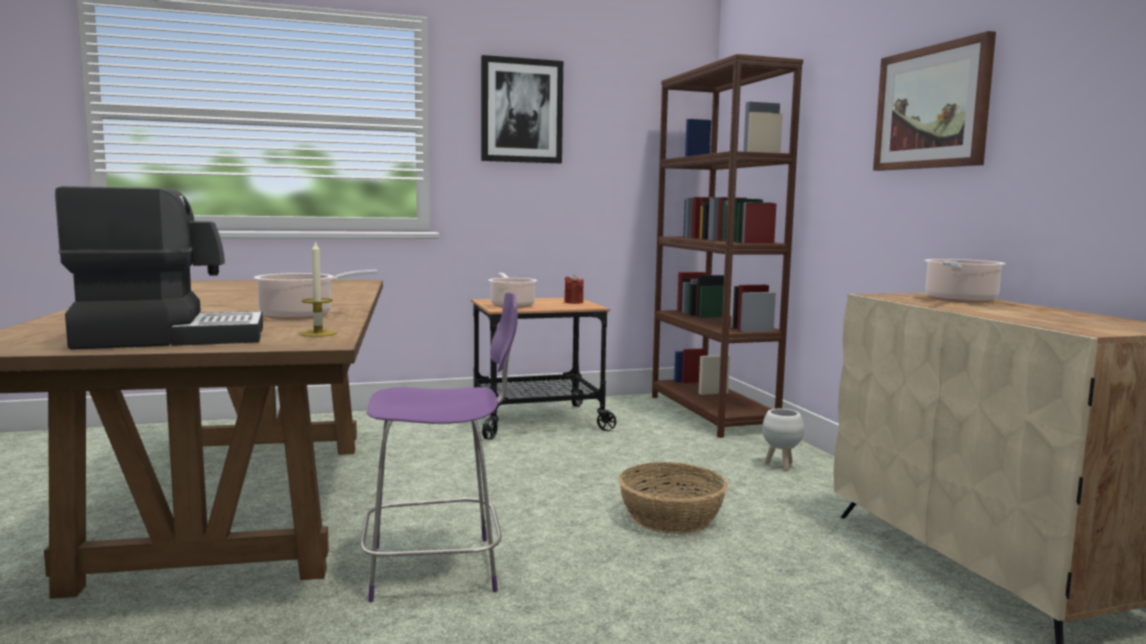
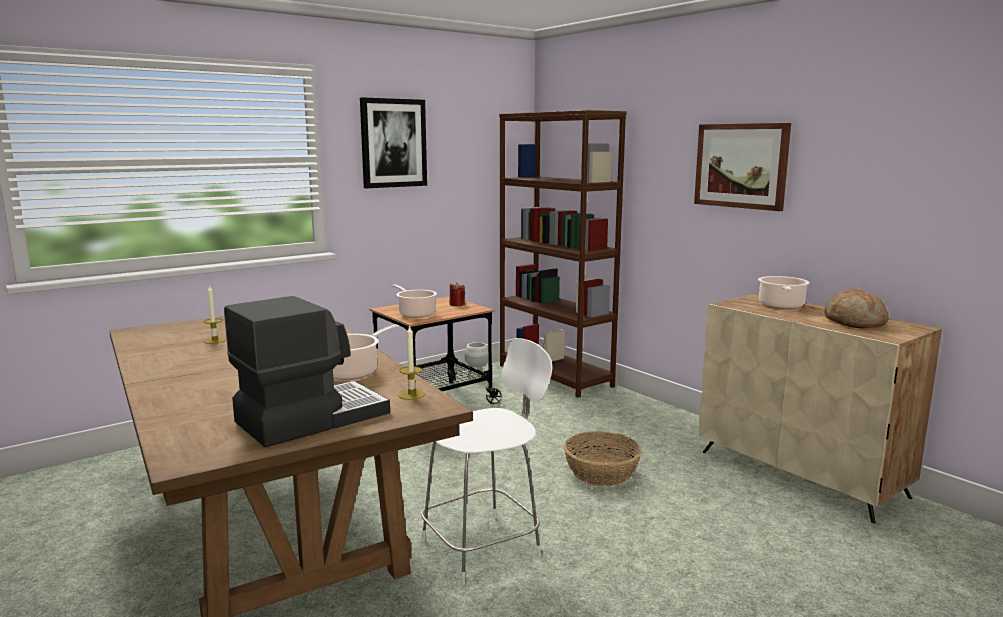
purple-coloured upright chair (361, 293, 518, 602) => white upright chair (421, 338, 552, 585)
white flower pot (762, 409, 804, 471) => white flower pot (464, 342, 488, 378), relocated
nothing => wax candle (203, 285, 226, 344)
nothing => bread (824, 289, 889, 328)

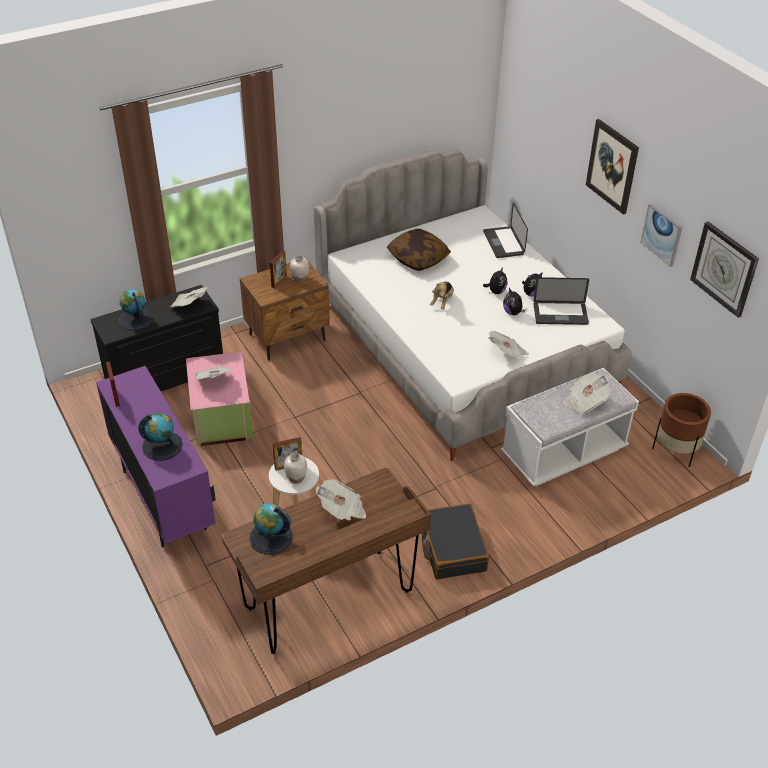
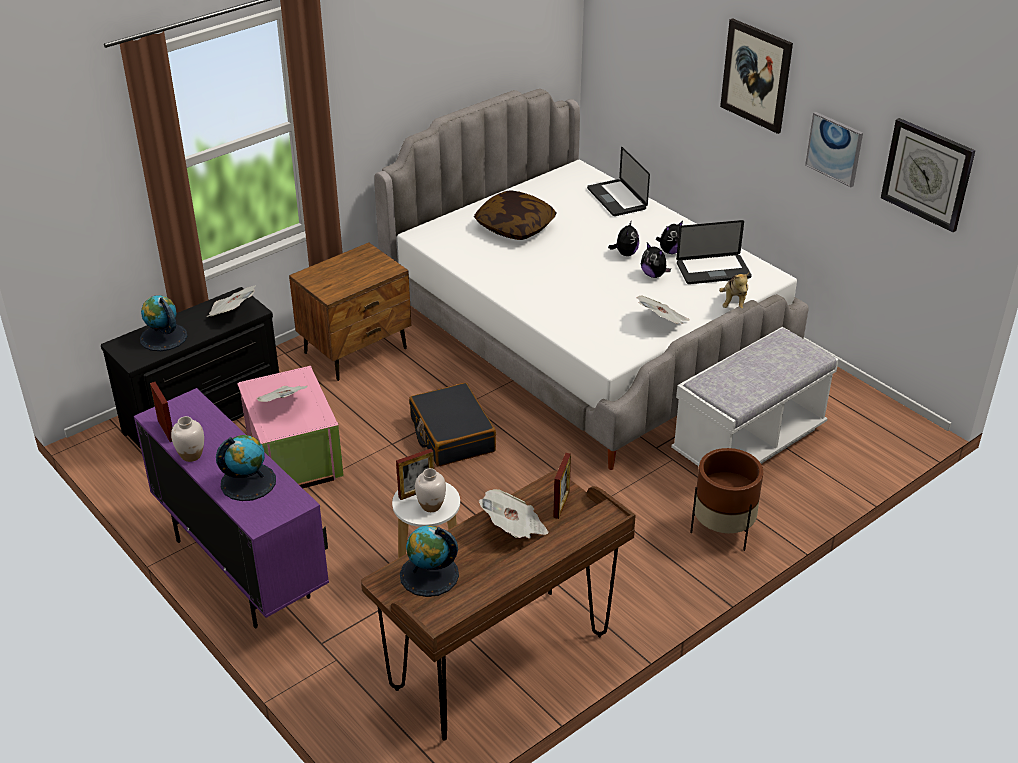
picture frame (270, 250, 287, 288) => picture frame (553, 453, 571, 519), relocated
white vase (290, 255, 309, 283) => white vase (171, 416, 204, 462), relocated
plush toy (430, 281, 454, 309) => plush toy (719, 271, 750, 308), relocated
daily paper (563, 373, 610, 414) => nothing
brown flower pot (652, 393, 711, 467) => brown flower pot (690, 448, 763, 551), relocated
black-coloured piece of luggage (422, 503, 489, 580) => black-coloured piece of luggage (409, 383, 496, 467), relocated

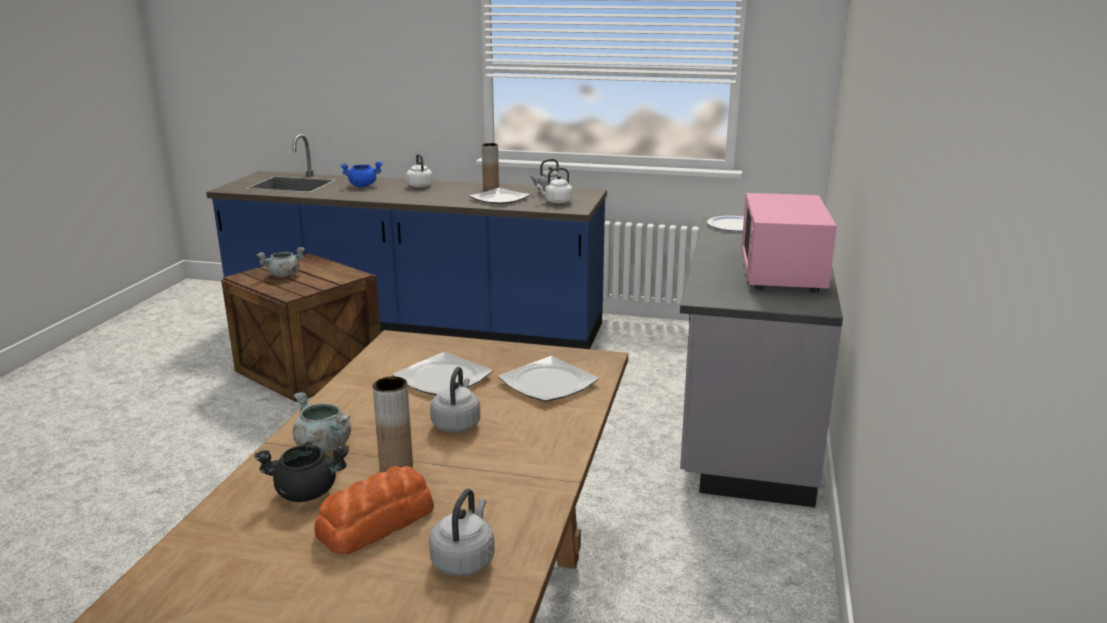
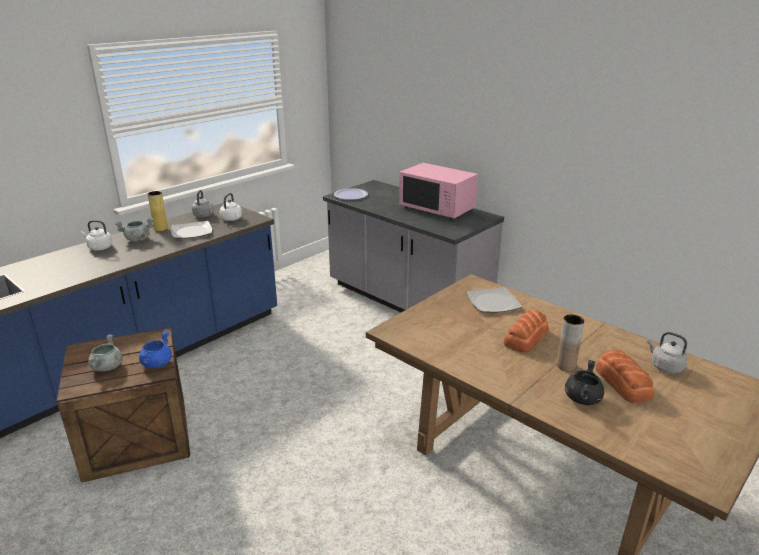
brown vase (482, 143, 499, 191) => yellowish vase (148, 191, 168, 231)
blue-coloured saucepot (341, 162, 383, 187) => blue-coloured saucepot (139, 331, 172, 368), relocated
plate (393, 352, 493, 395) => nothing
grey water kettle (430, 367, 480, 433) => bread (504, 310, 549, 352)
grey saucepot (292, 392, 351, 452) => grey saucepot (115, 218, 154, 242), relocated

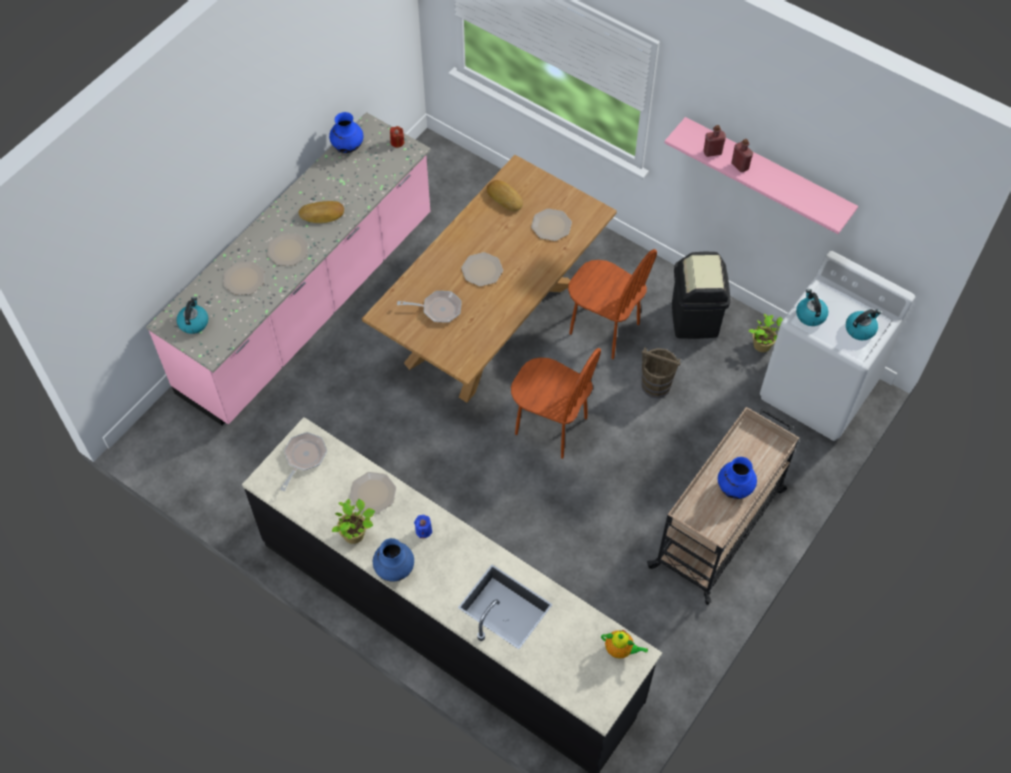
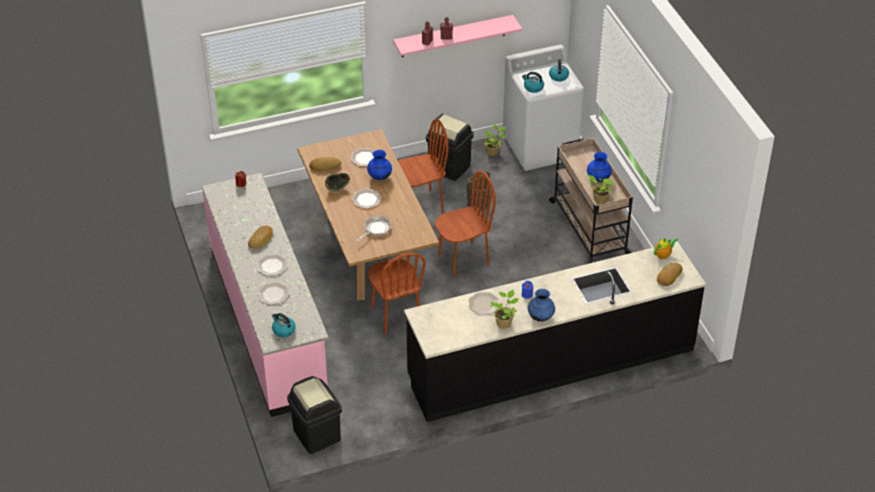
blue-coloured vase (329, 112, 364, 153) => blue-coloured vase (367, 150, 392, 180), relocated
frying pan (280, 432, 327, 491) => nothing
nothing => bowl (325, 173, 350, 192)
nothing => plant in a pot (587, 175, 615, 204)
nothing => brown upright chair (368, 253, 426, 335)
nothing => bread (657, 263, 682, 286)
nothing => black-coloured trash can (287, 376, 342, 454)

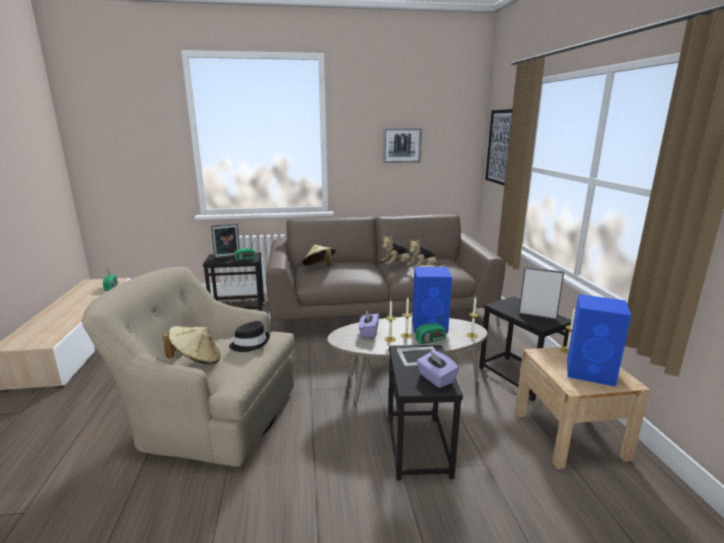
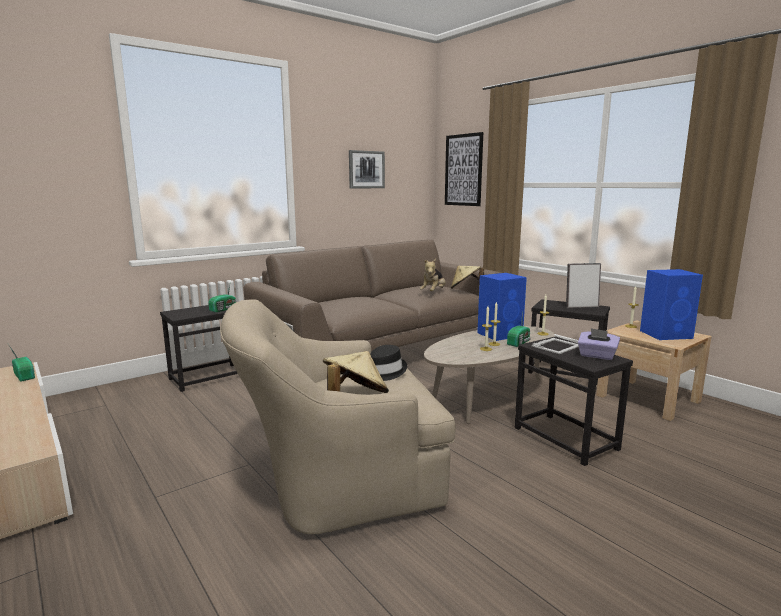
picture frame (211, 223, 240, 259) => nothing
plush toy (382, 236, 413, 264) => nothing
beige hat (302, 245, 335, 266) => beige hat (451, 266, 484, 289), relocated
purple-coloured box of tissues (359, 310, 379, 338) => nothing

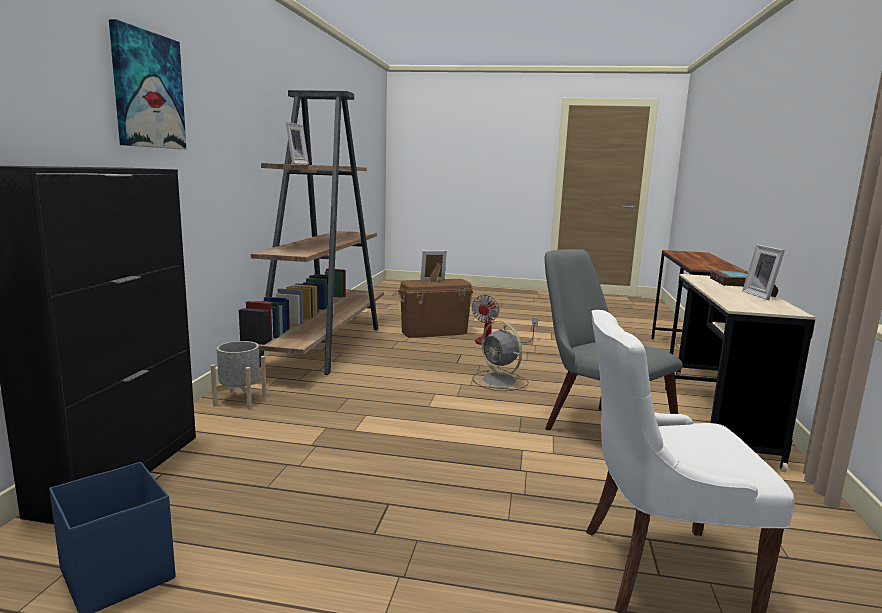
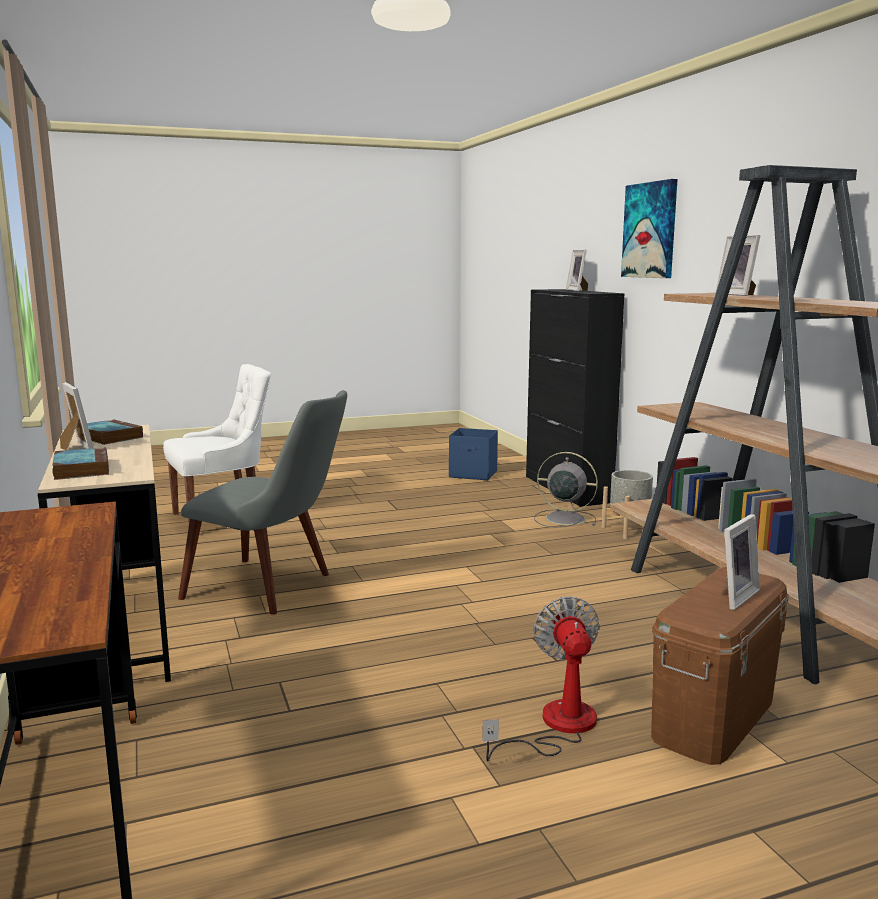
grey fan (473, 321, 529, 391) => grey fan (534, 452, 598, 527), relocated
nothing => picture frame (566, 250, 588, 291)
nothing => book (87, 419, 143, 445)

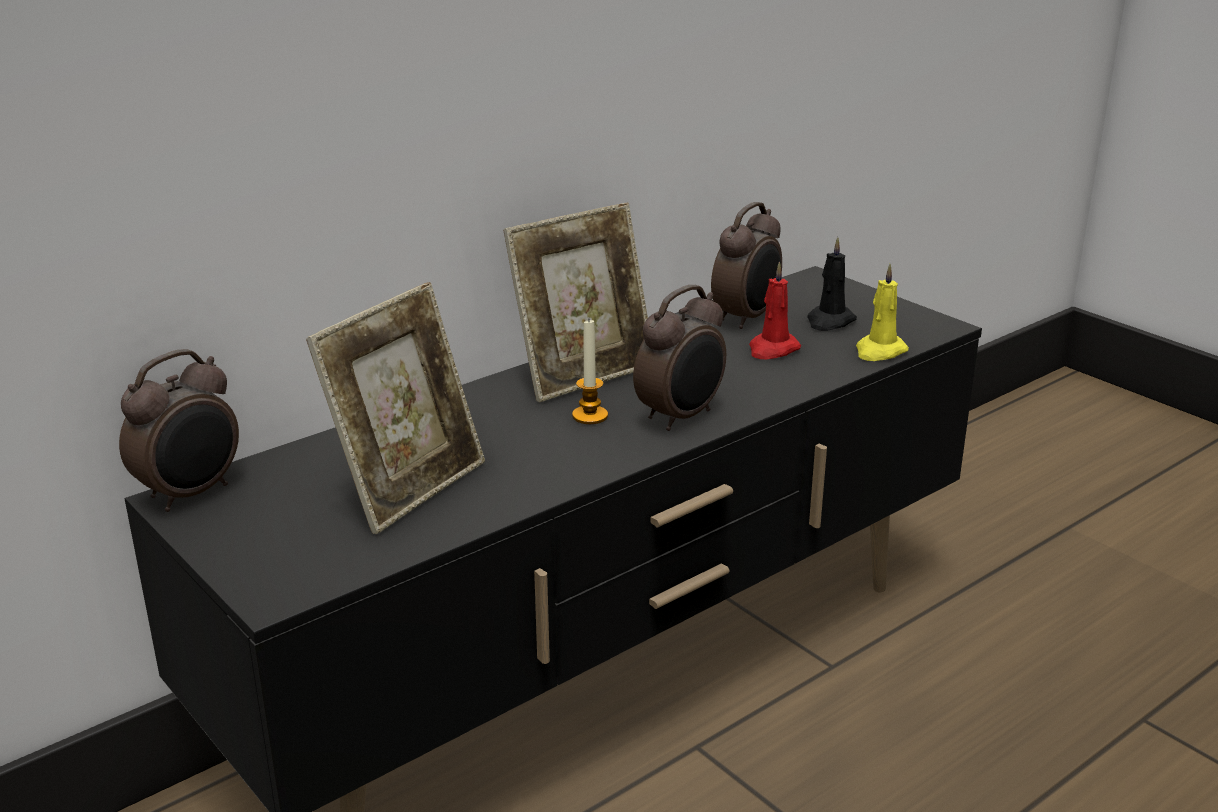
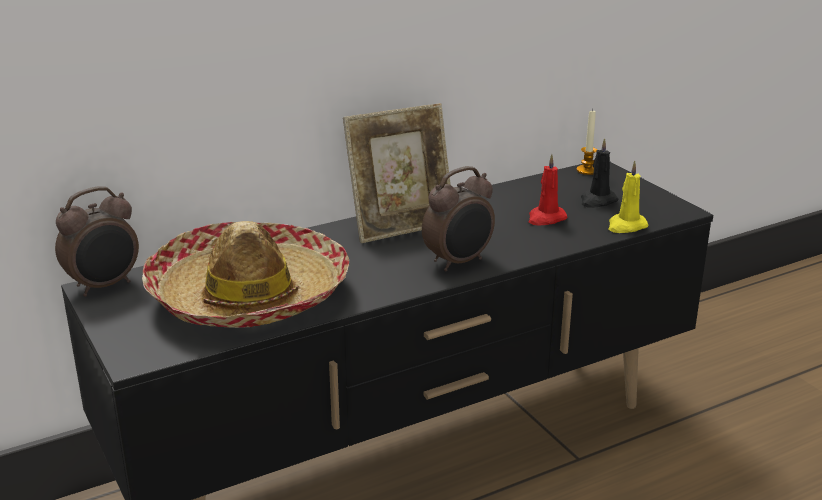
bedside clock (711, 202, 782, 329) => nothing
picture frame (306, 282, 485, 534) => hat (142, 221, 349, 328)
wax candle (572, 320, 608, 424) => wax candle (576, 109, 597, 175), relocated

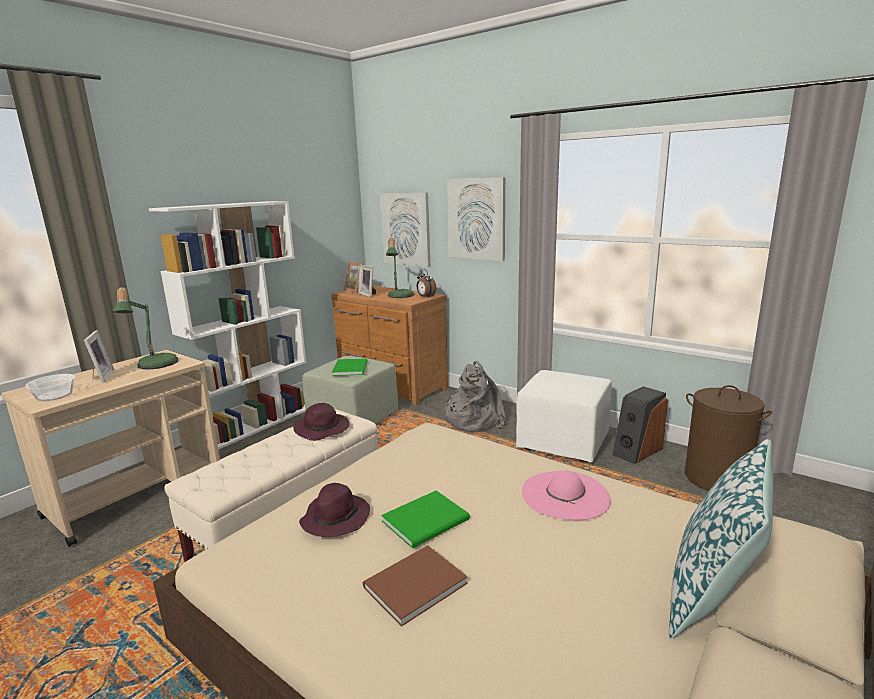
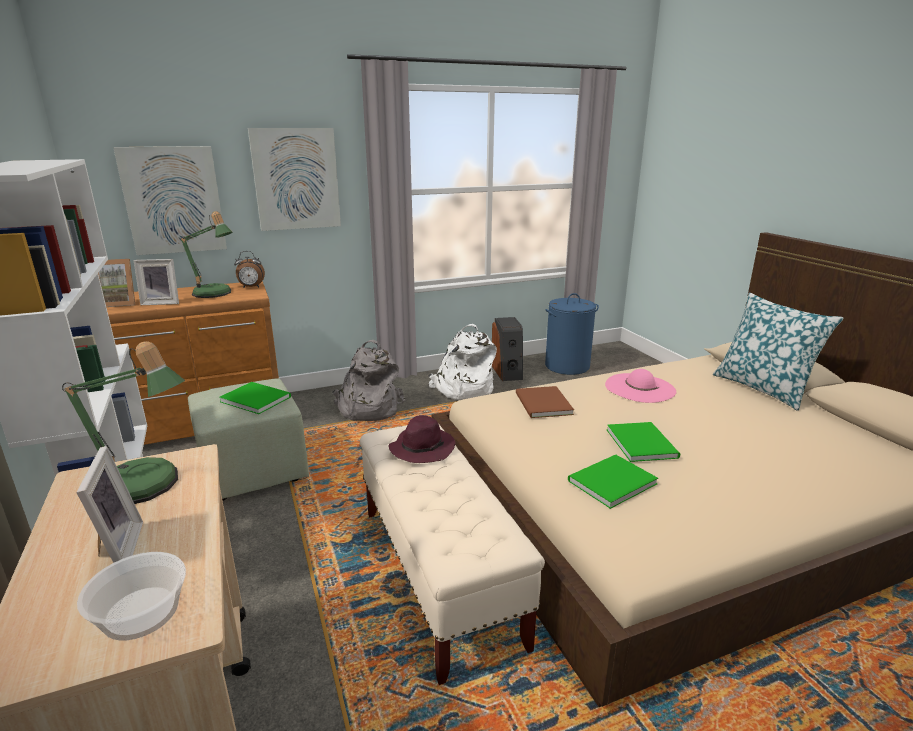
picture frame (84, 330, 115, 383) => picture frame (76, 446, 143, 563), 60 degrees clockwise
white ottoman (516, 370, 612, 462) => white knapsack (429, 324, 497, 400)
brown laundry basket (685, 385, 772, 491) => blue-coloured laundry basket (545, 293, 599, 375)
purple-coloured hat (299, 483, 370, 538) => green-coloured book (568, 454, 658, 509)
brown book (363, 545, 468, 627) => brown book (516, 386, 574, 418), relocated

